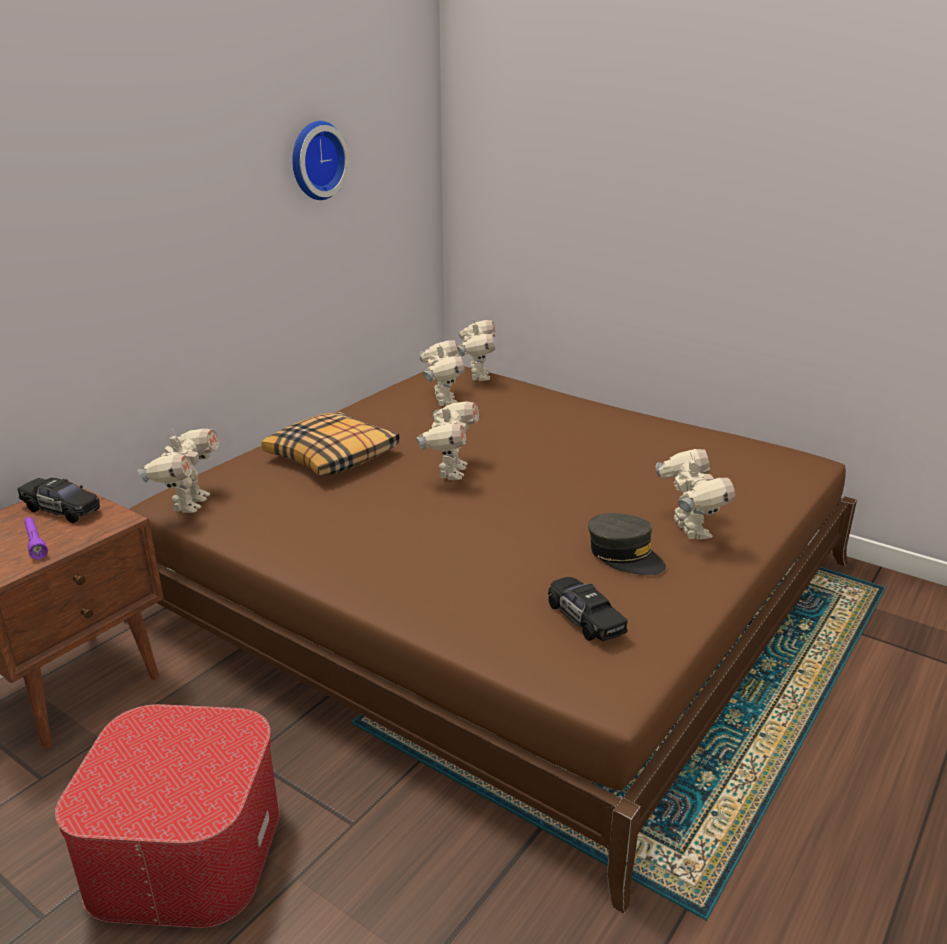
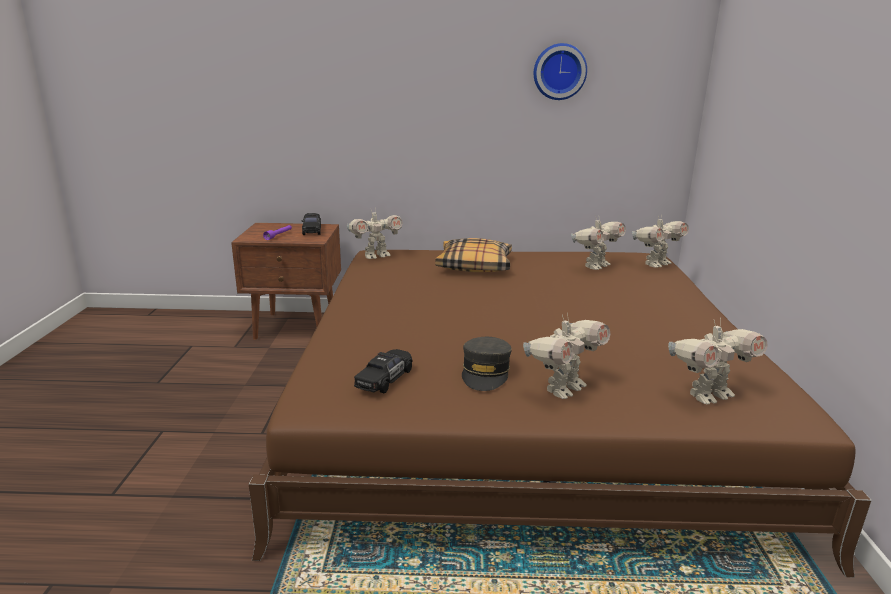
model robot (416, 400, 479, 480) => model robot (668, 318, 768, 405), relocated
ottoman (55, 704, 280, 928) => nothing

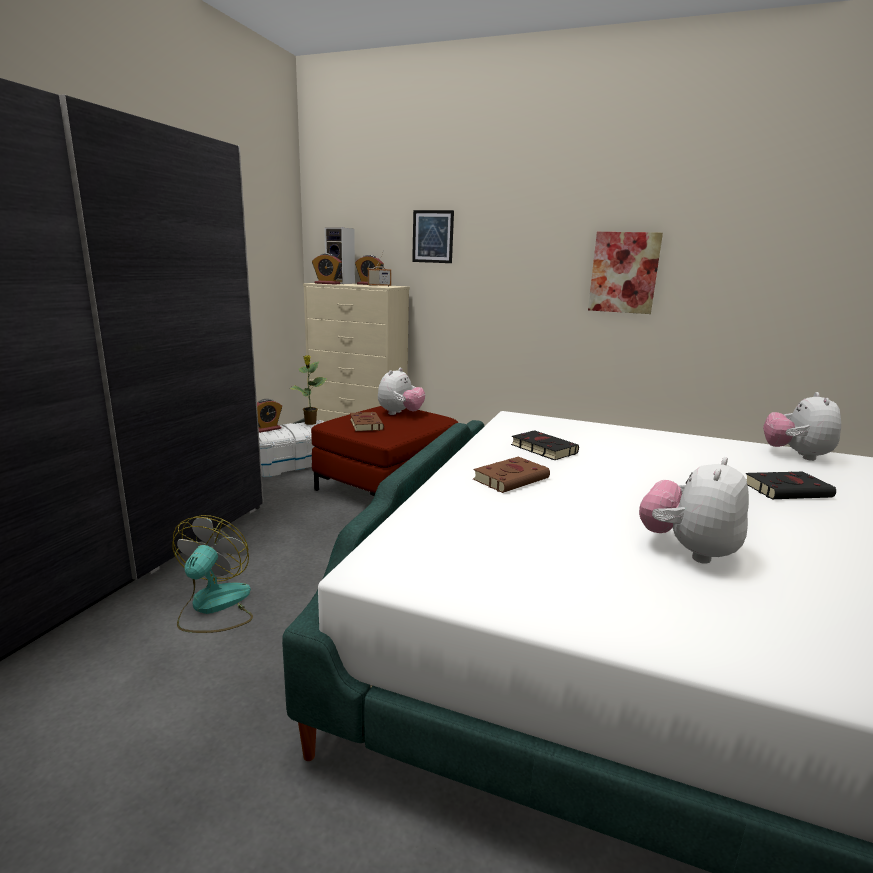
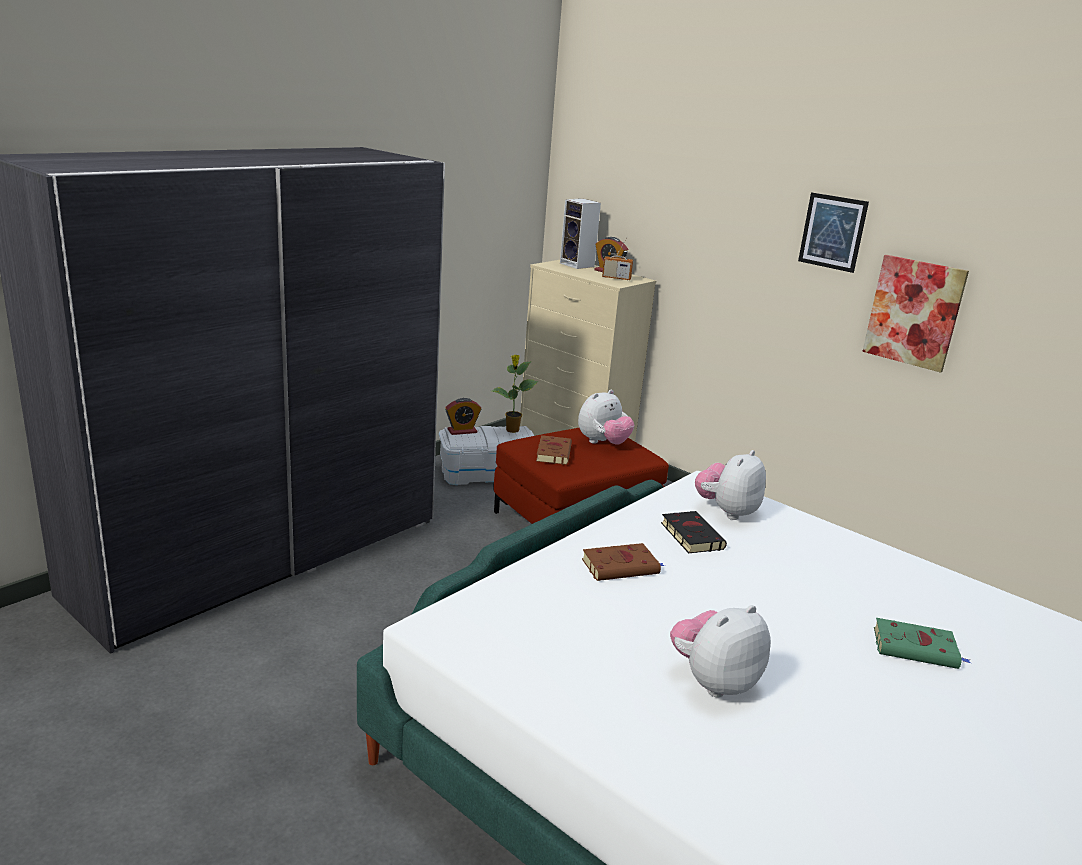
wall art (412, 210, 454, 263) => wall art (798, 192, 869, 273), relocated
bedside clock (312, 253, 342, 284) => nothing
plush toy (763, 392, 841, 461) => plush toy (695, 450, 766, 520), relocated
black-coloured book (745, 472, 836, 499) => green-coloured book (874, 618, 971, 669)
fan (173, 515, 253, 633) => nothing

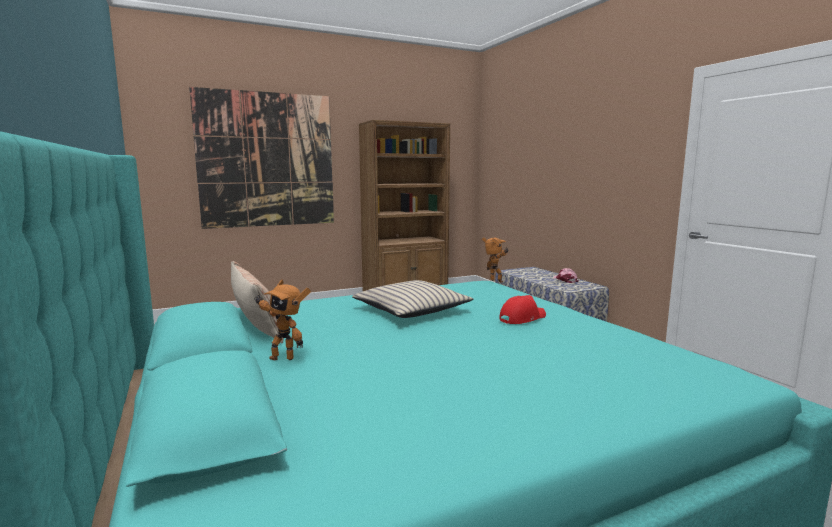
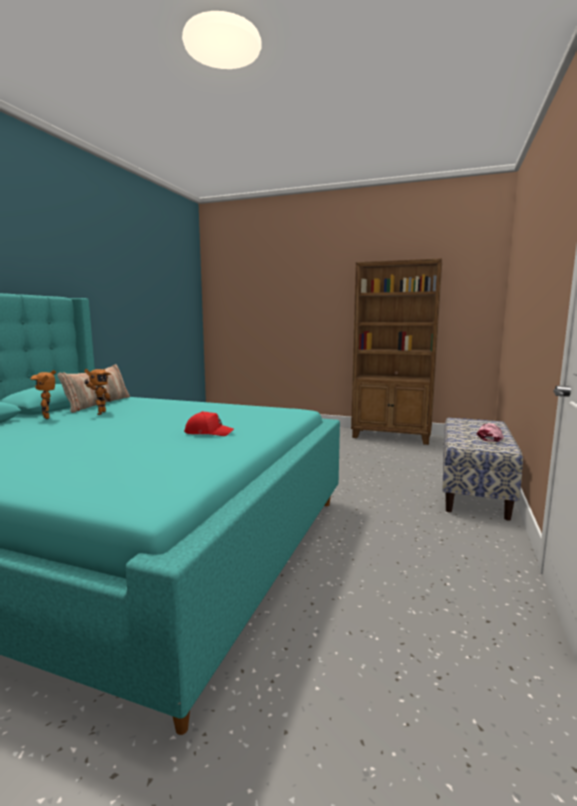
wall art (189, 87, 334, 229) => nothing
model robot (482, 237, 509, 283) => model robot (84, 369, 111, 415), relocated
beige cushion (352, 280, 473, 318) => nothing

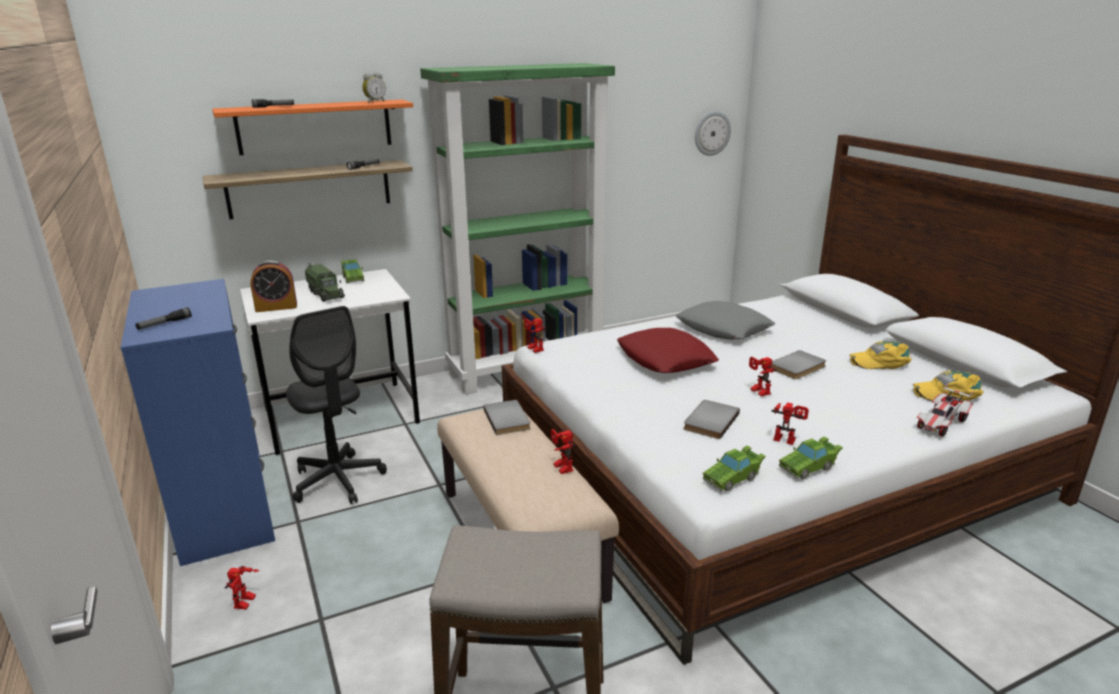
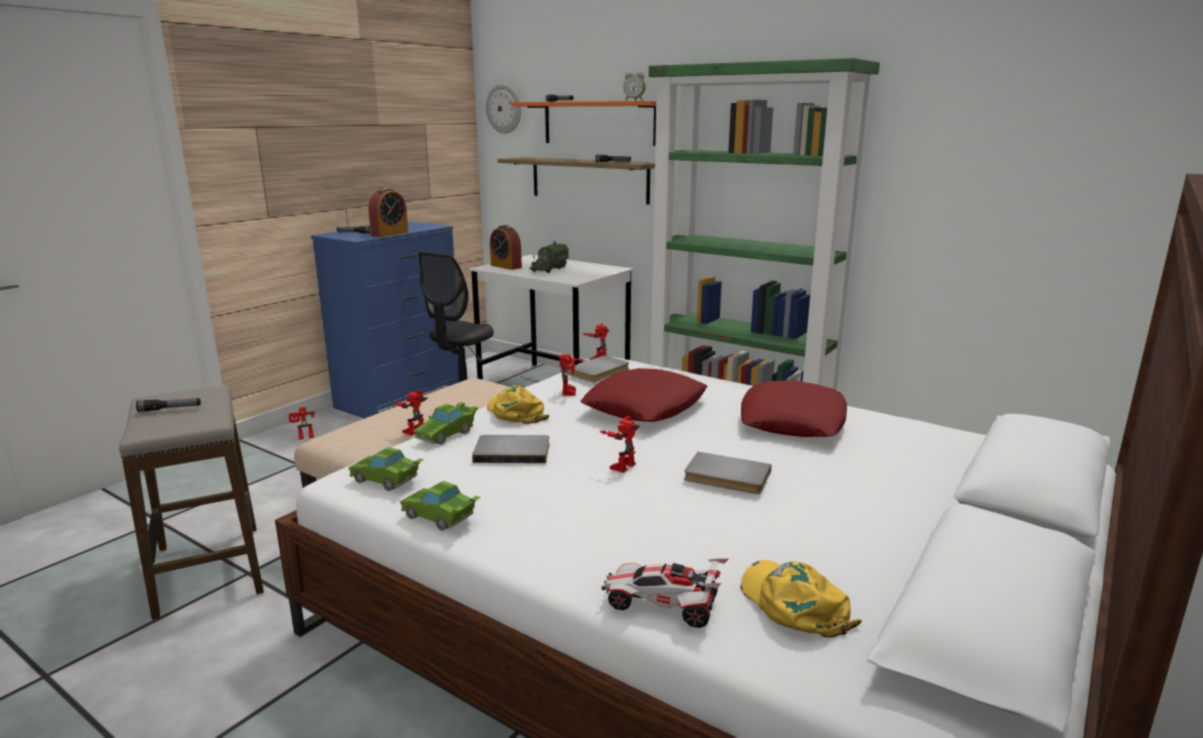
clock on the wall (695, 111, 731, 156) => clock on the wall (486, 84, 521, 134), relocated
green-coloured toy car (341, 259, 364, 283) => green-coloured toy car (414, 402, 479, 445), relocated
grey cushion (675, 301, 776, 340) => red-coloured cushion (741, 380, 847, 437)
yellowish peaked cap (849, 341, 912, 369) => yellowish peaked cap (487, 385, 549, 424), relocated
grey book (483, 400, 531, 435) => grey book (566, 355, 629, 382), relocated
model robot (772, 402, 809, 445) => model robot (559, 354, 584, 396), relocated
nothing => bedside clock (368, 188, 408, 237)
nothing => torch (136, 398, 201, 412)

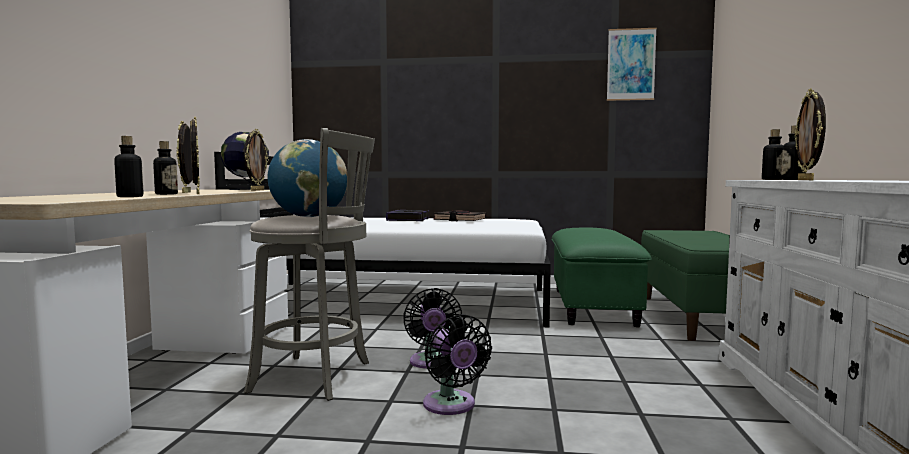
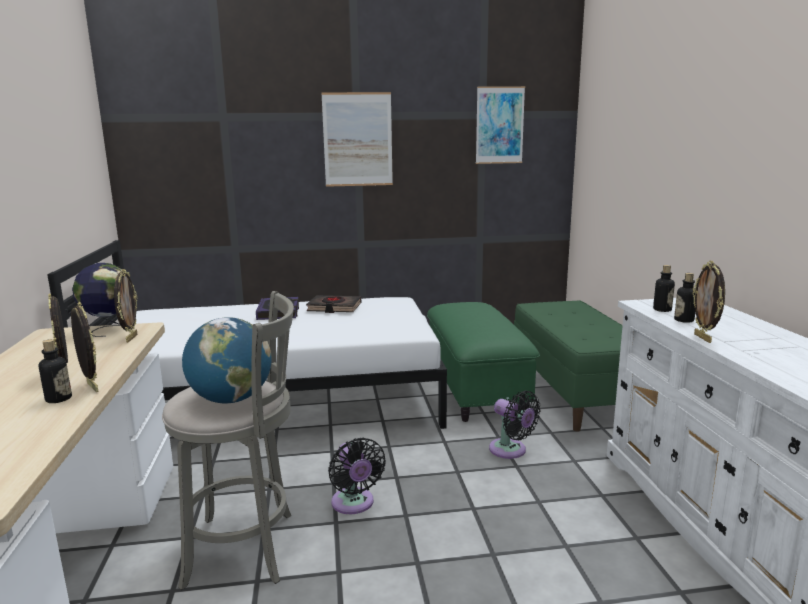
beverage bottle (114, 136, 143, 197) => nothing
black-coloured fan (423, 314, 492, 415) => black-coloured fan (489, 391, 541, 459), relocated
nothing => wall art (321, 92, 393, 187)

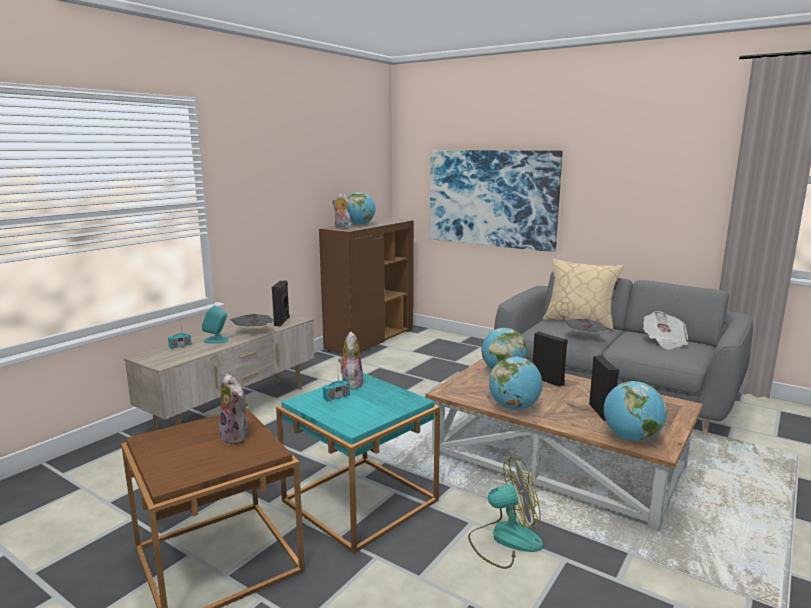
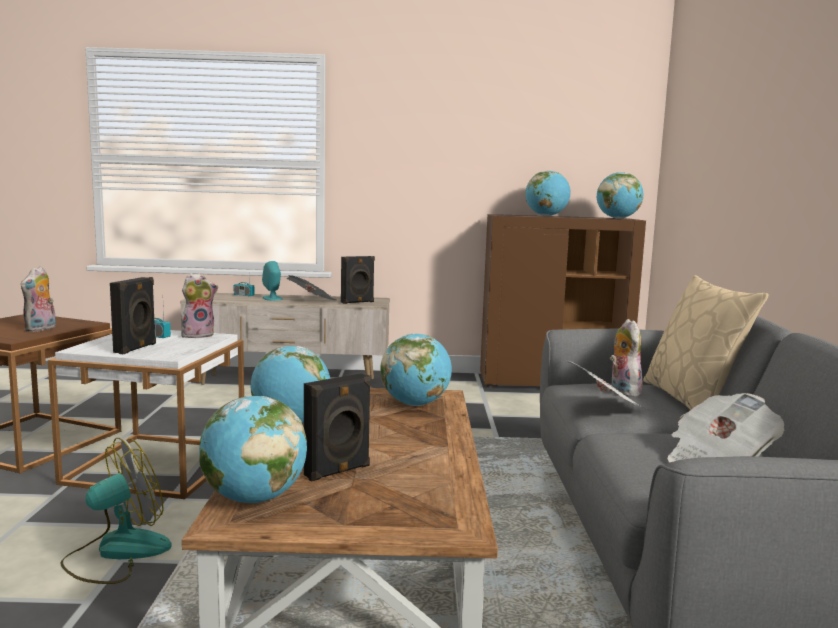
wall art (430, 150, 563, 252) => nothing
plush toy (332, 194, 351, 229) => plush toy (610, 319, 643, 397), relocated
black-coloured audio speaker (533, 331, 568, 387) => black-coloured audio speaker (110, 277, 156, 354), relocated
turquoise-coloured accent table (276, 373, 440, 553) => white accent table (48, 330, 244, 499)
fan (468, 457, 543, 569) => fan (61, 438, 172, 584), 90 degrees counterclockwise
nothing => world globe (596, 172, 643, 219)

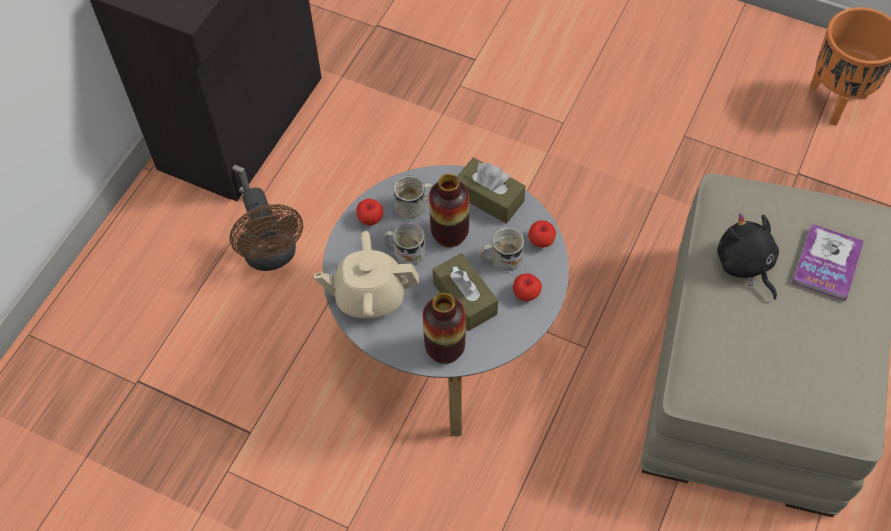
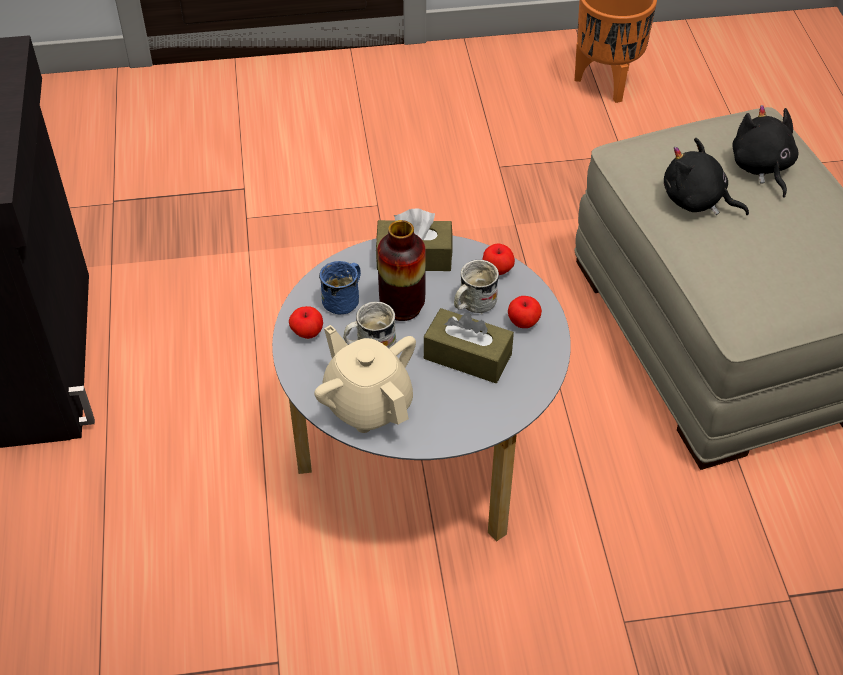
white tea mug (393, 175, 433, 219) => blue-coloured tea mug (319, 261, 361, 314)
brown fan (230, 188, 303, 271) => nothing
book (792, 224, 864, 301) => black-coloured plush toy (732, 105, 798, 198)
beige pot for tea (314, 231, 419, 319) => beige pot for tea (314, 325, 416, 433), 90 degrees clockwise
vase (423, 293, 465, 364) => nothing

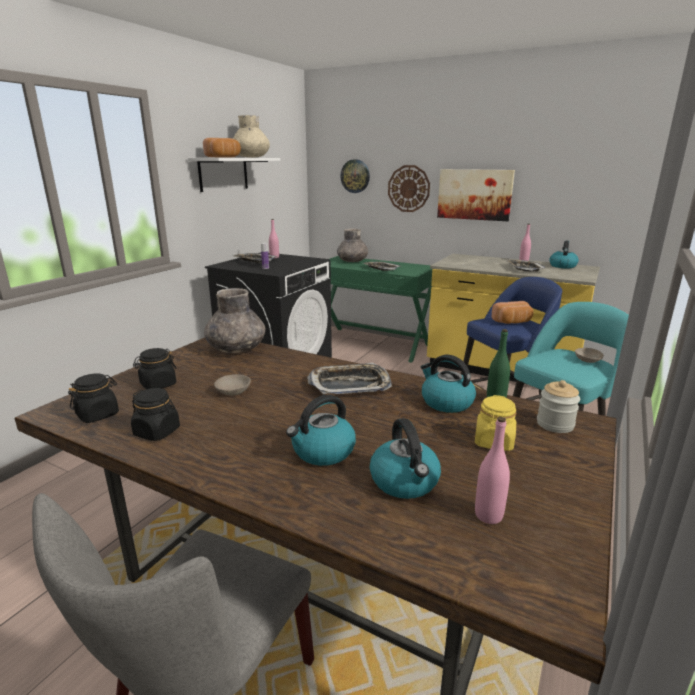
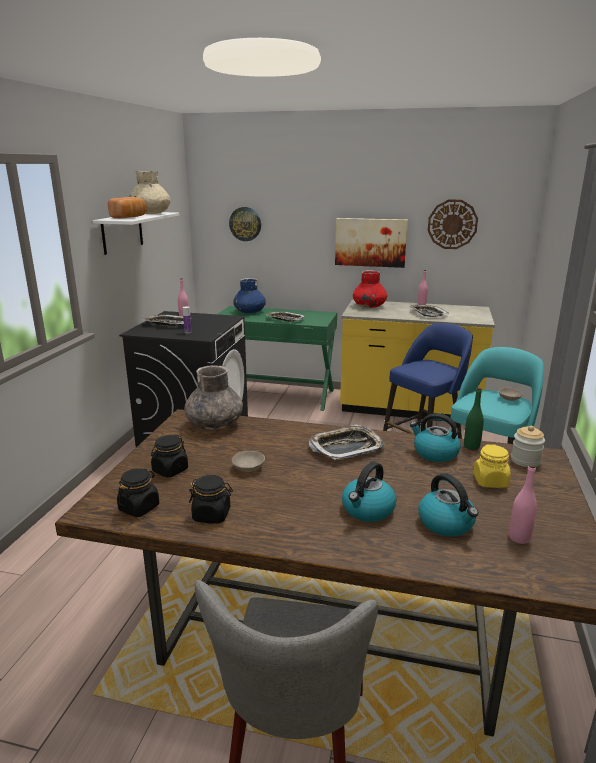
clock on the wall (388, 165, 430, 212) => clock on the wall (428, 199, 478, 249), relocated
grey vase (337, 228, 368, 262) => blue-coloured vase (233, 278, 266, 313)
water kettle (549, 240, 579, 268) => nothing
bread (491, 301, 533, 324) => nothing
nothing => red-coloured vase (353, 270, 387, 308)

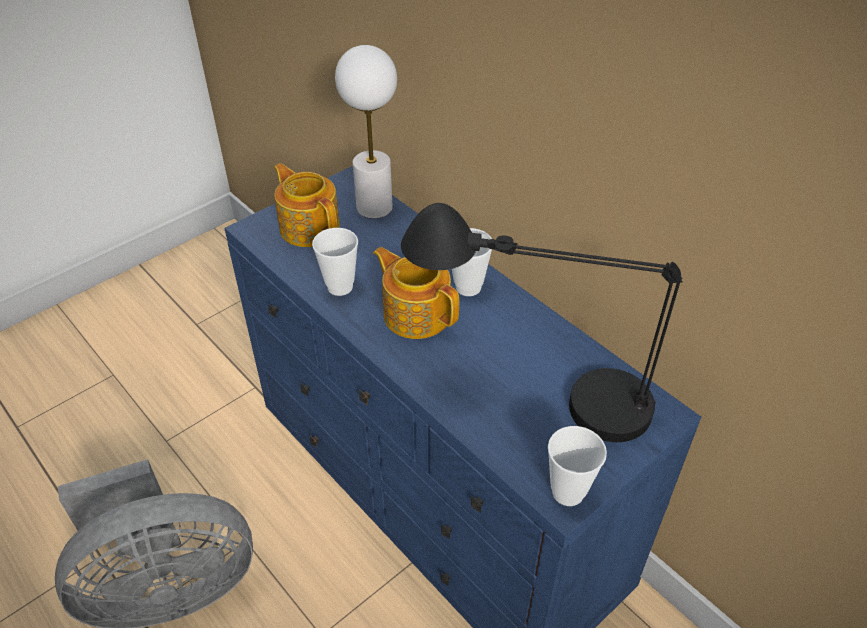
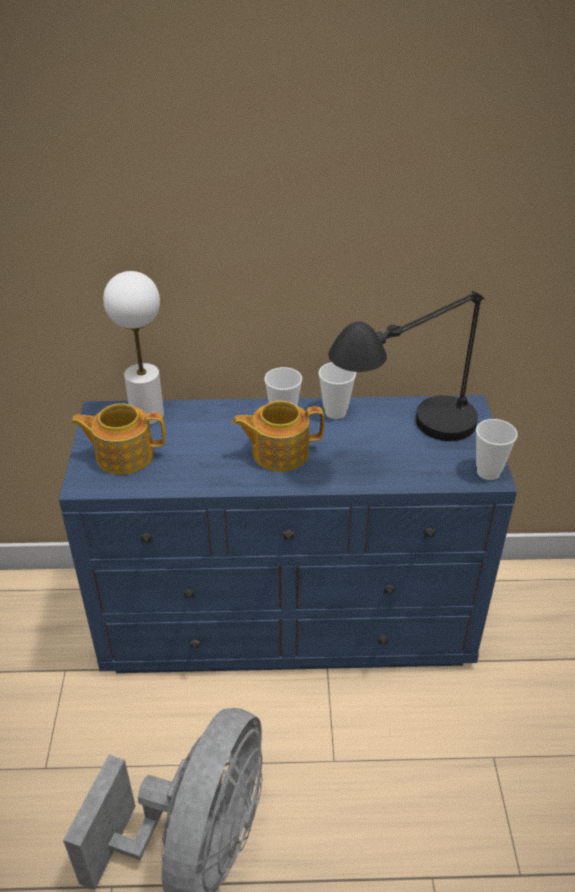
small cup (312, 228, 358, 296) => small cup (319, 362, 356, 419), relocated

